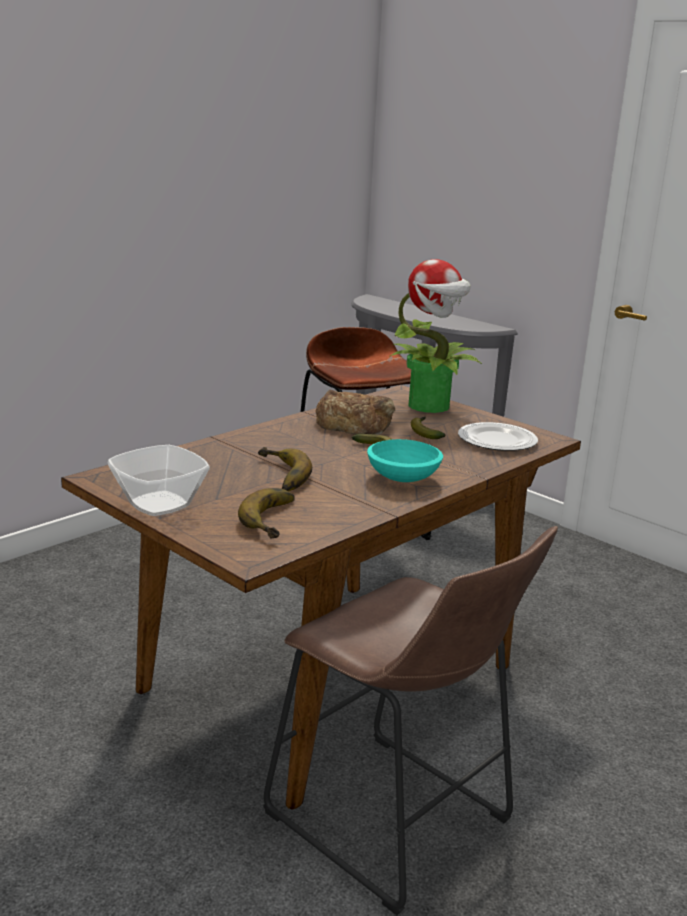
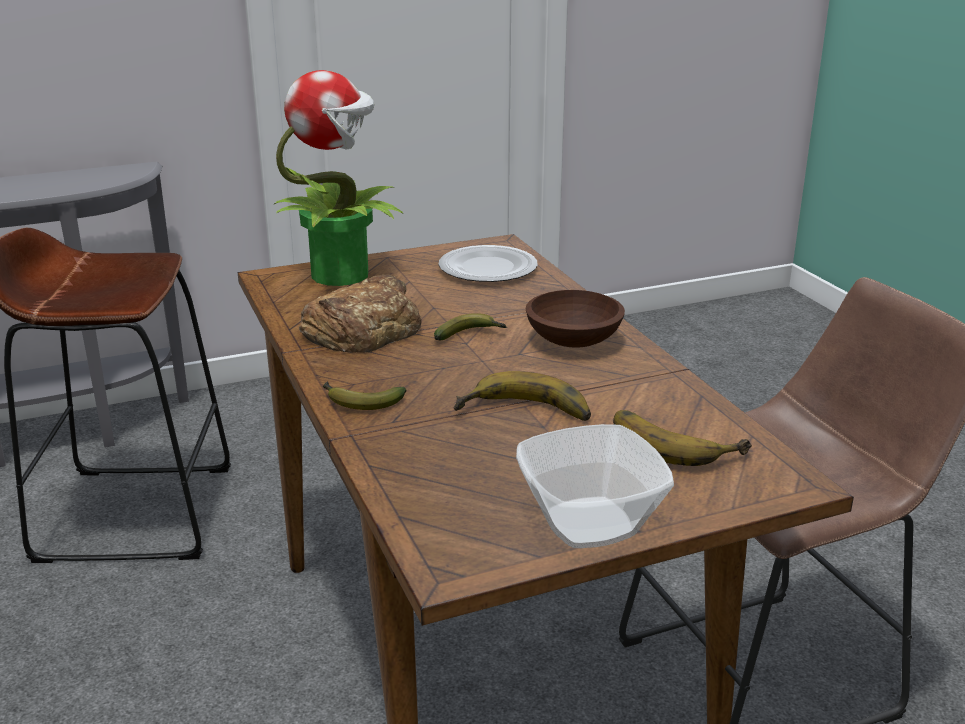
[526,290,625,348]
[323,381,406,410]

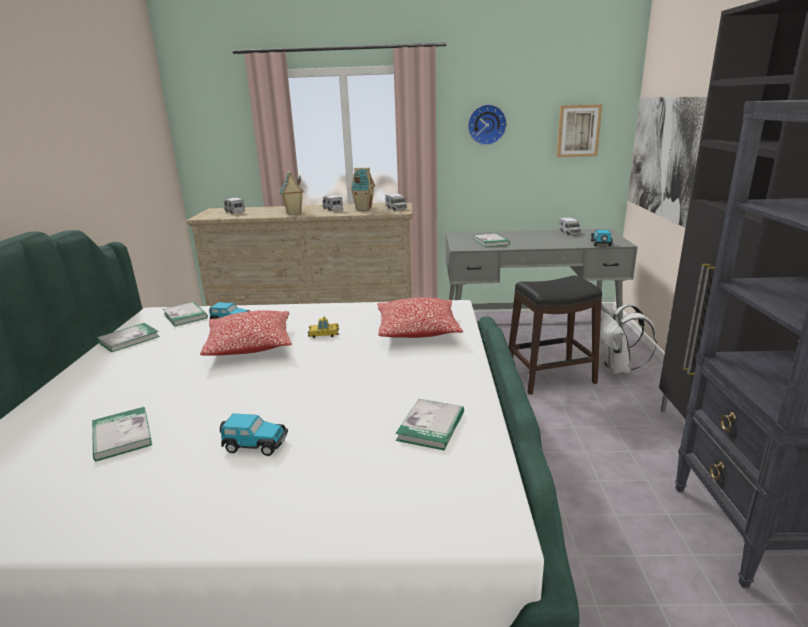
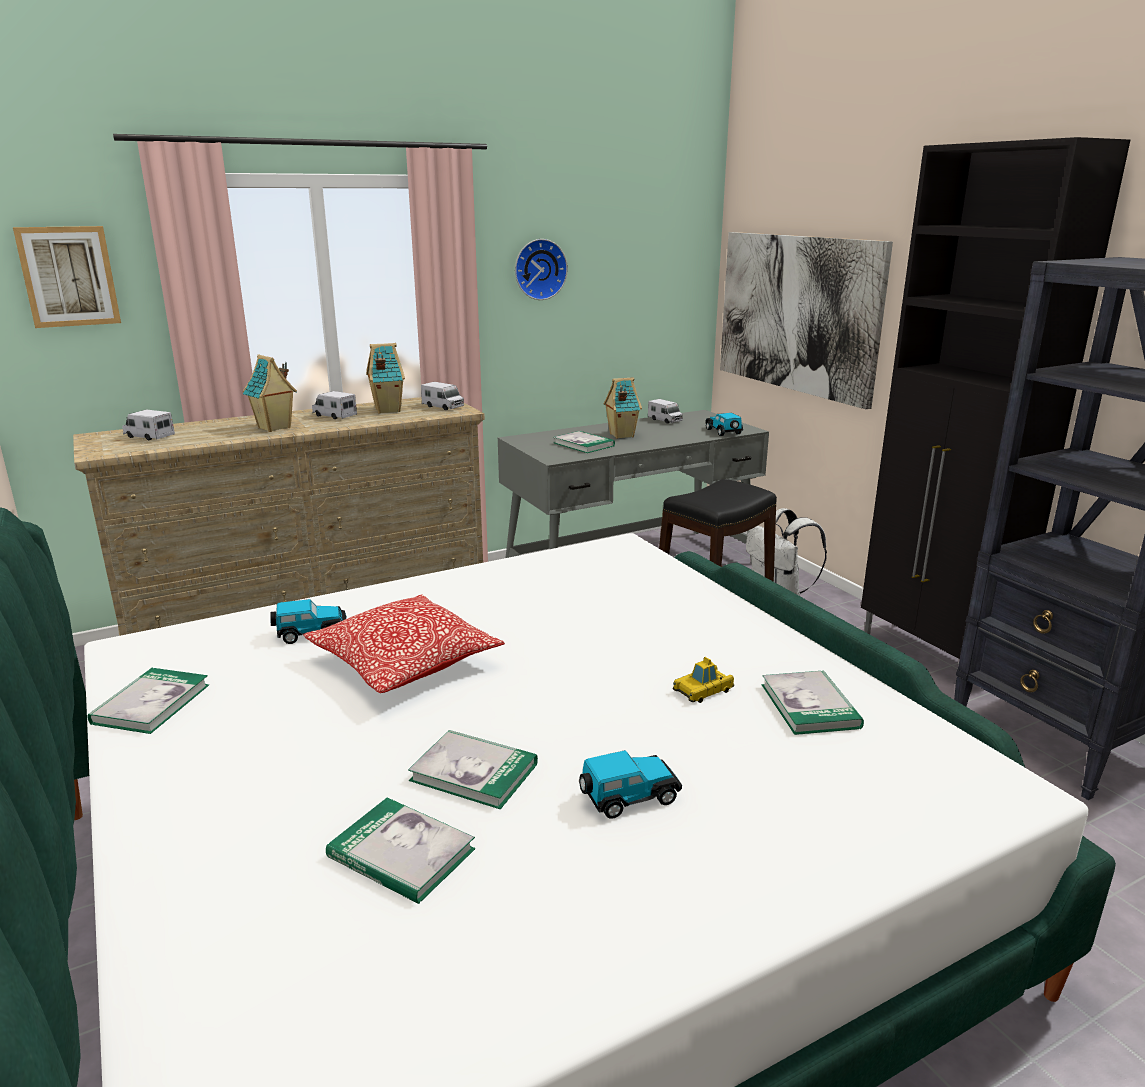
[408,730,538,809]
[673,657,734,703]
[377,297,463,338] (first image)
[13,226,121,328]
[604,377,642,439]

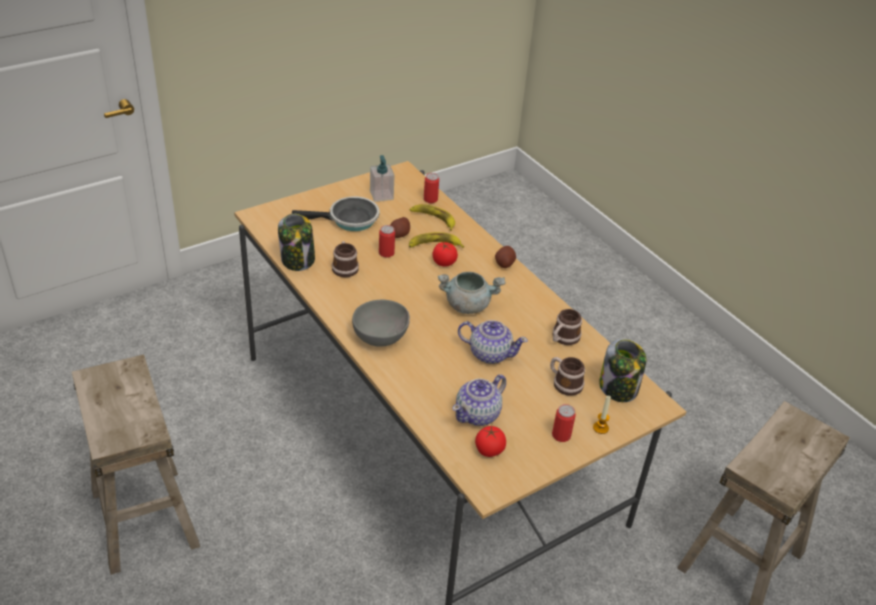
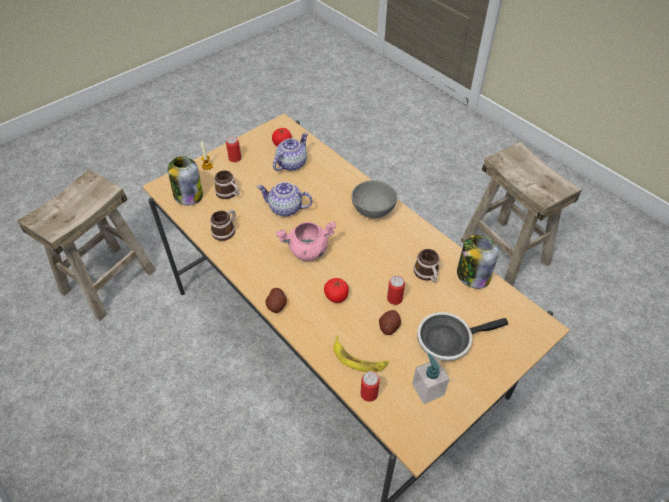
[409,232,464,248] (first image)
[276,221,336,261]

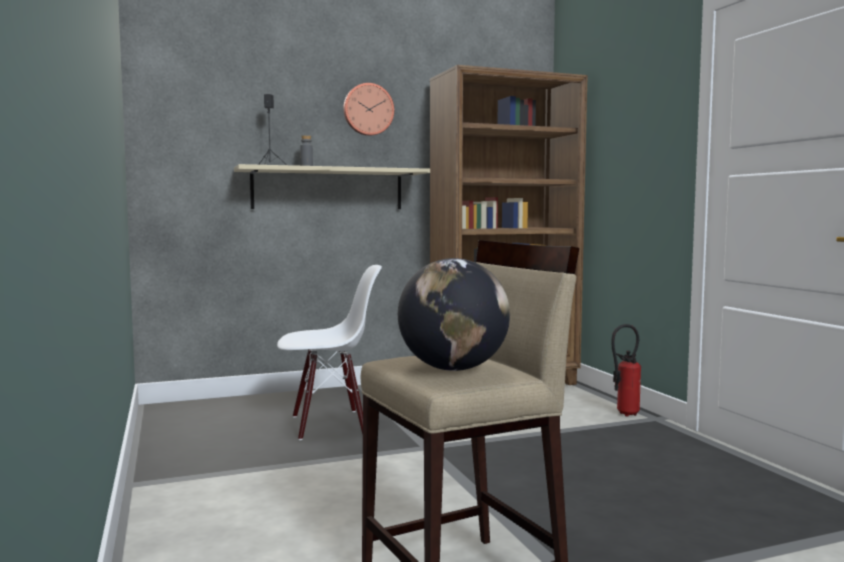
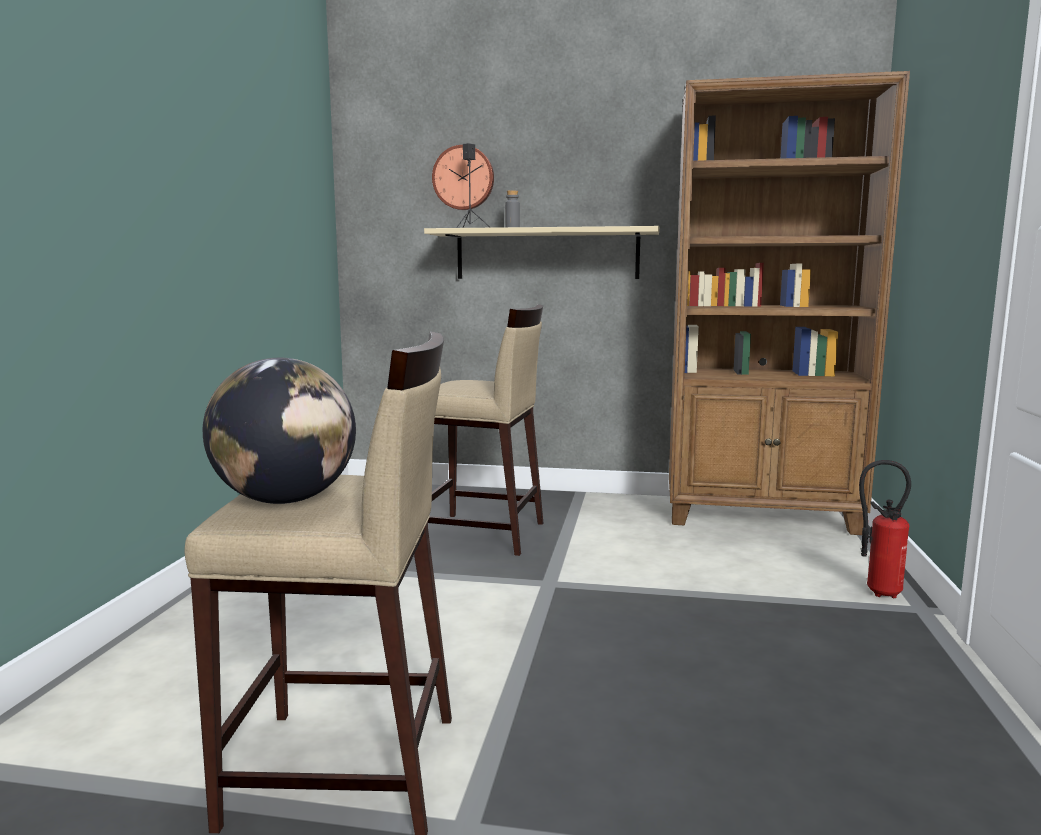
[428,304,543,556]
[432,145,494,210]

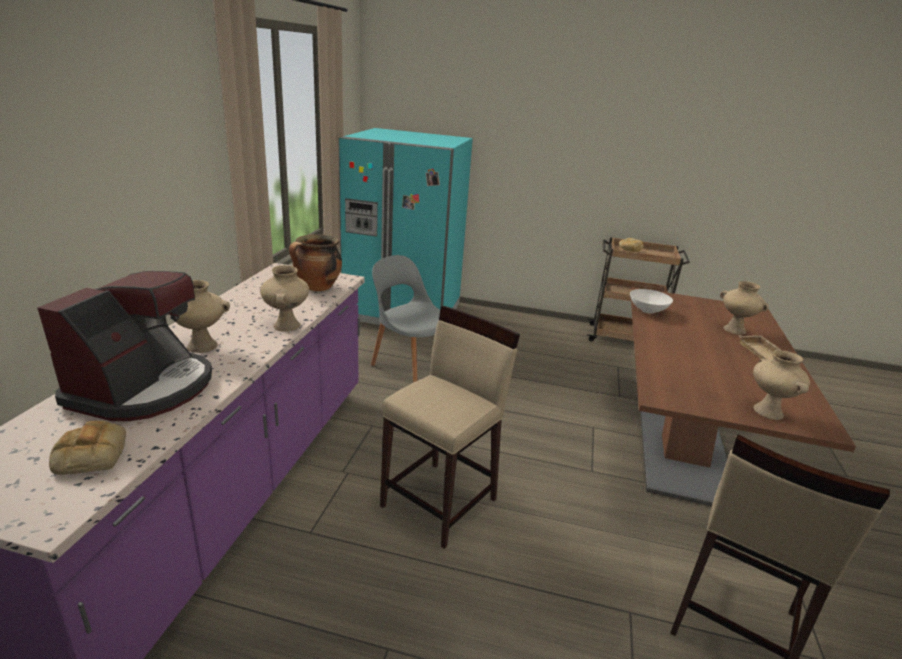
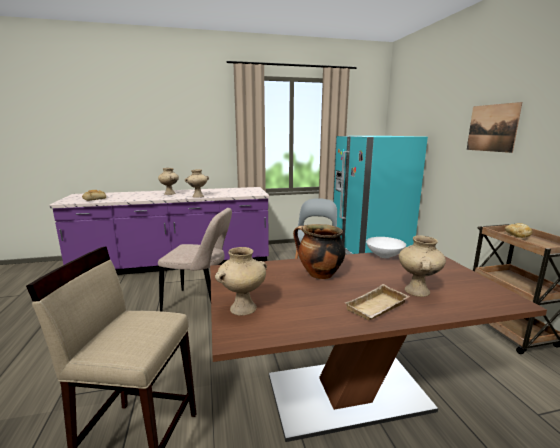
[38,271,212,421] (first image)
[293,224,345,279]
[158,208,232,311]
[467,102,522,153]

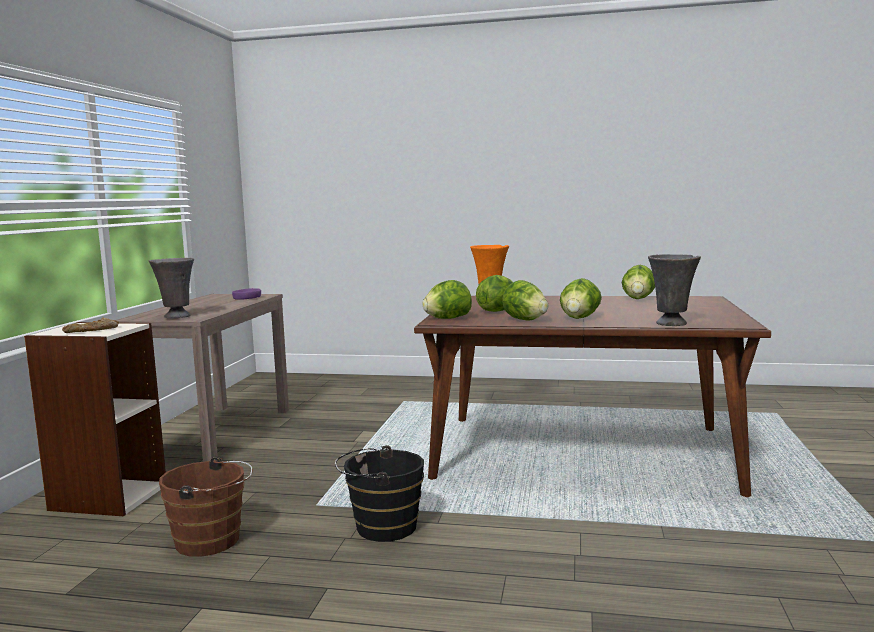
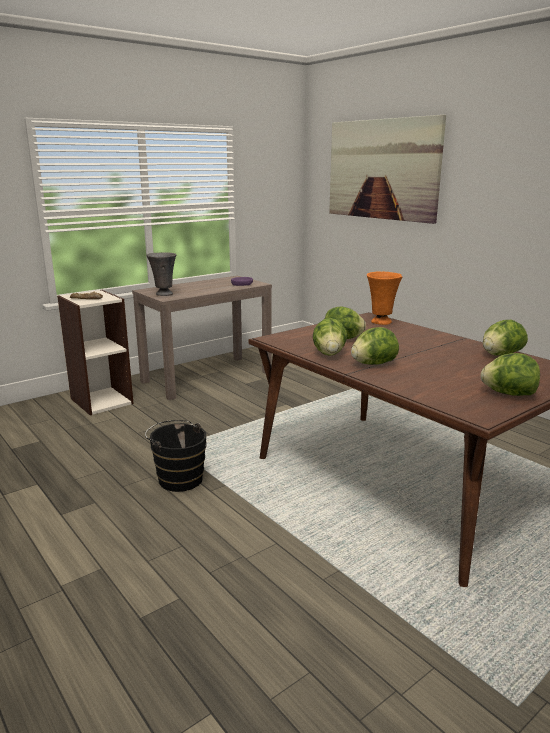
[159,457,253,557] (first image)
[481,353,540,396]
[648,254,701,326] (first image)
[329,115,446,224]

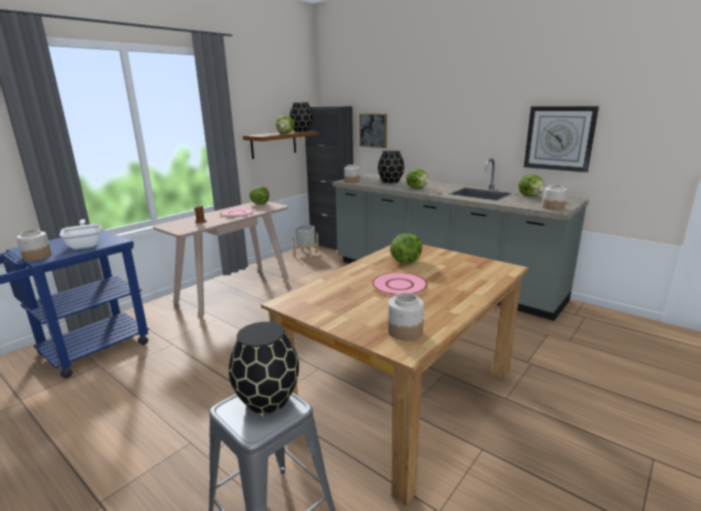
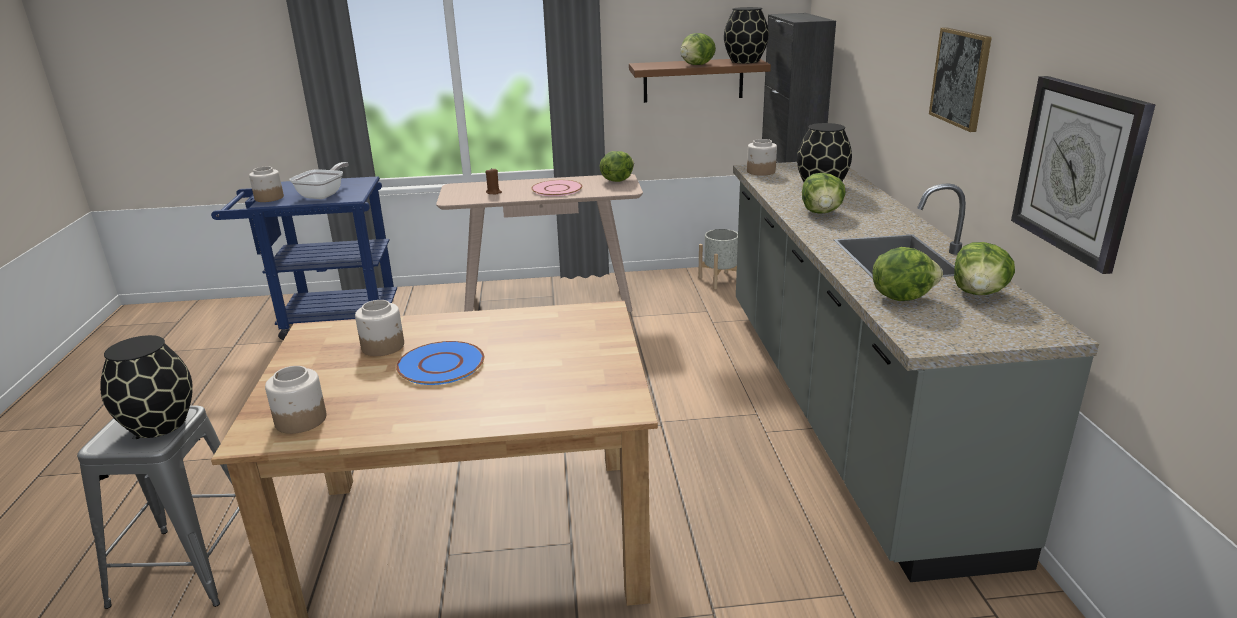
[929,27,992,132]
[396,341,484,385]
[872,247,943,301]
[355,300,404,356]

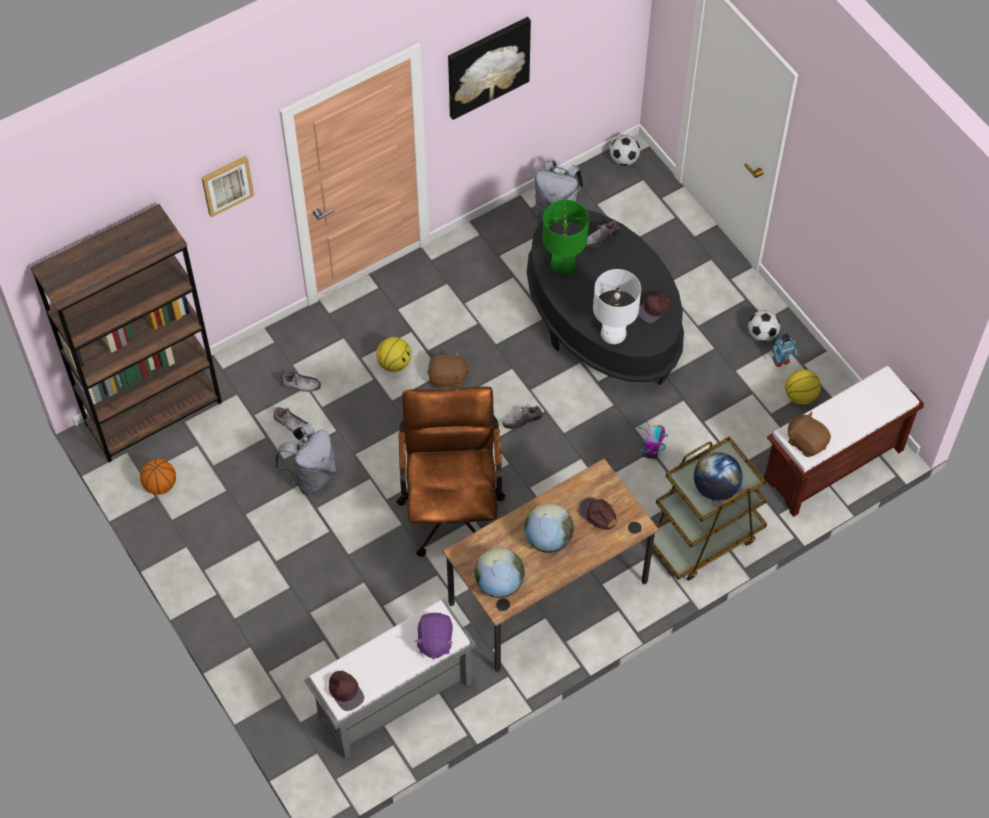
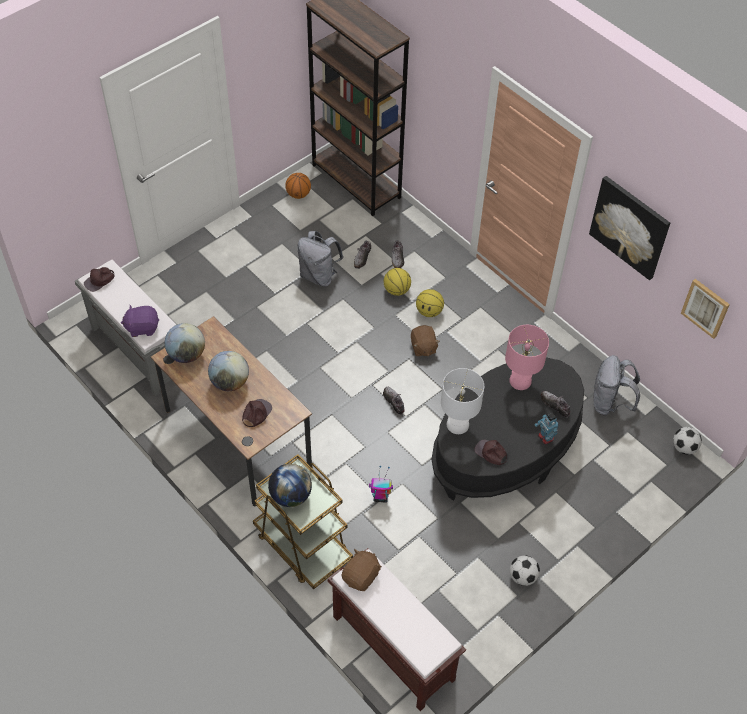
[681,279,730,339]
[396,387,506,557] (first image)
[505,325,549,390]
[535,413,558,444]
[384,268,411,296]

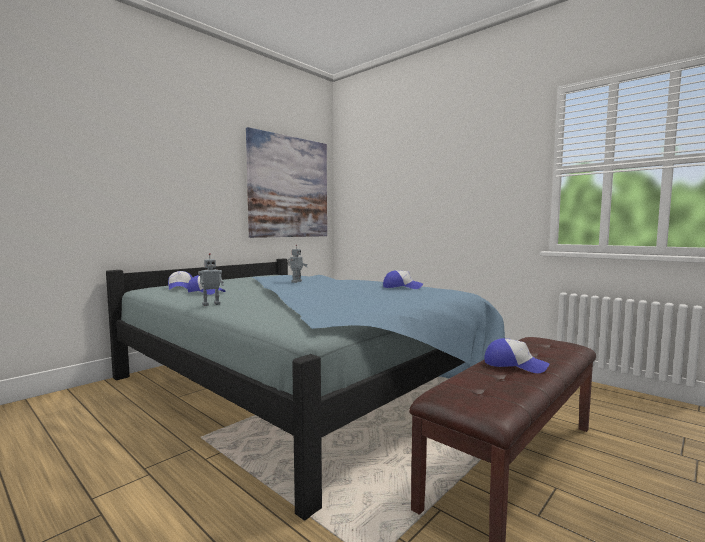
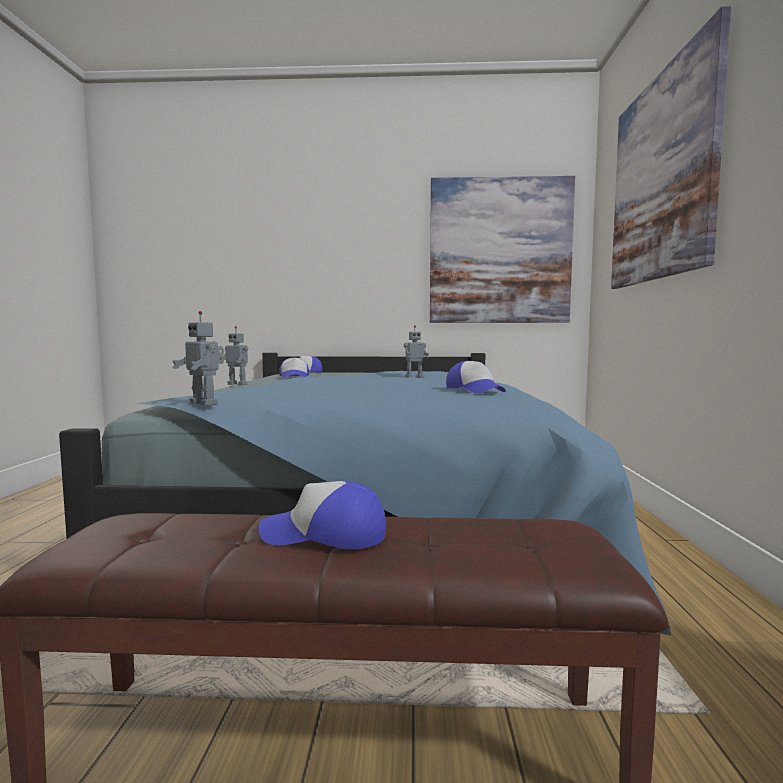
[259,481,386,549]
[173,311,225,406]
[611,6,731,289]

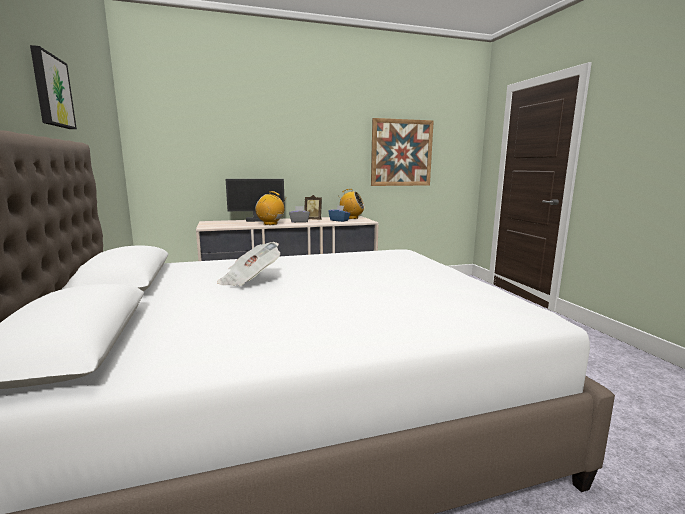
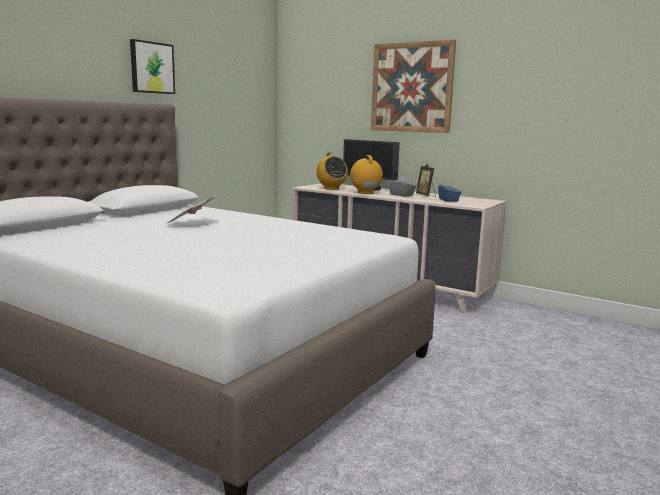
[316,152,348,190]
[371,40,456,133]

